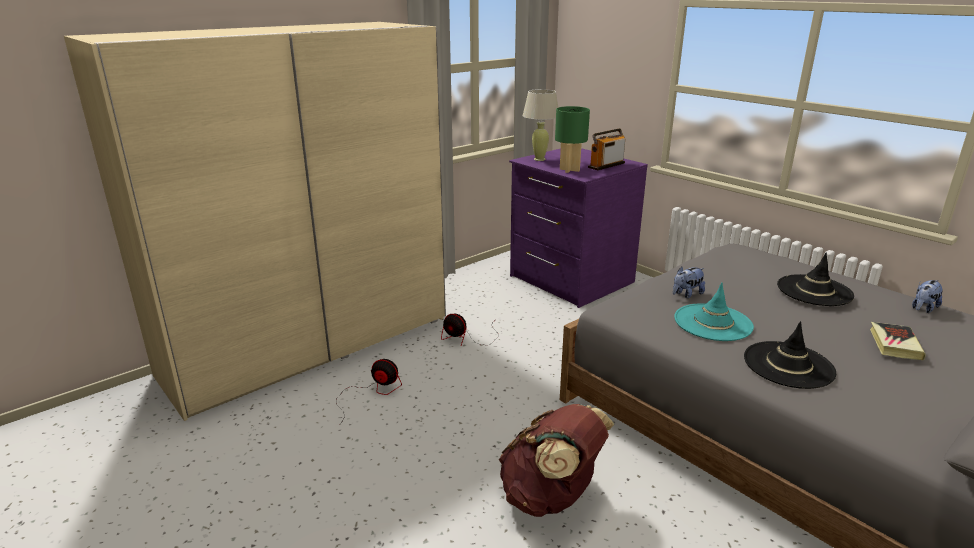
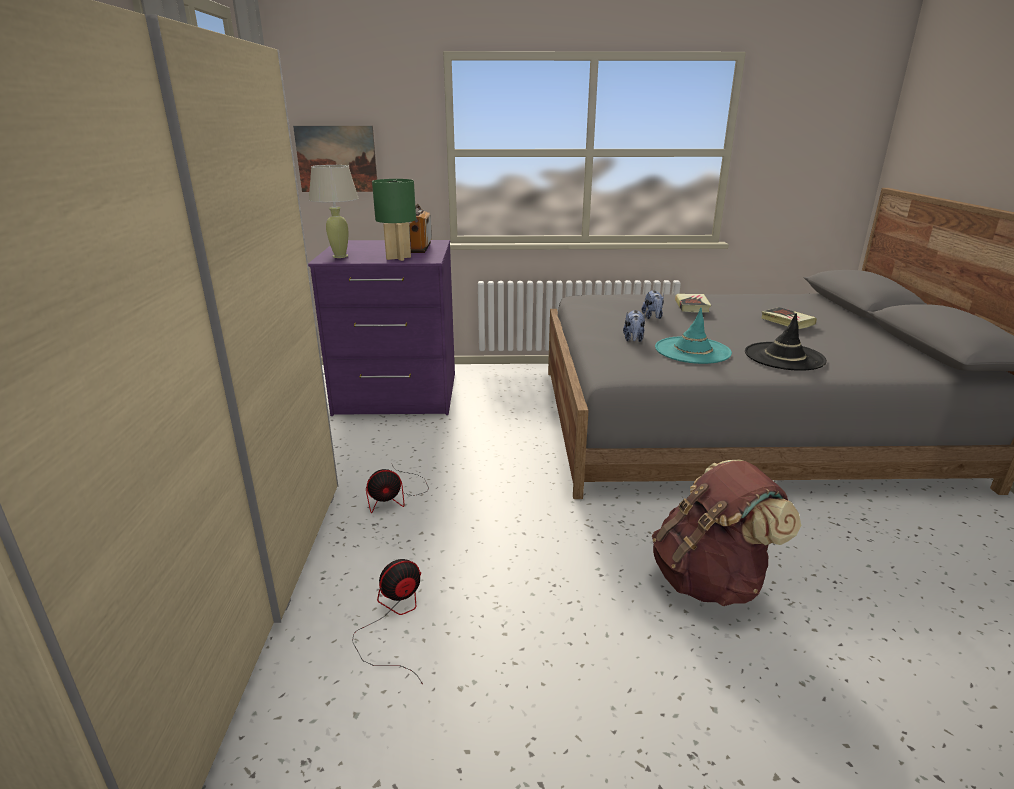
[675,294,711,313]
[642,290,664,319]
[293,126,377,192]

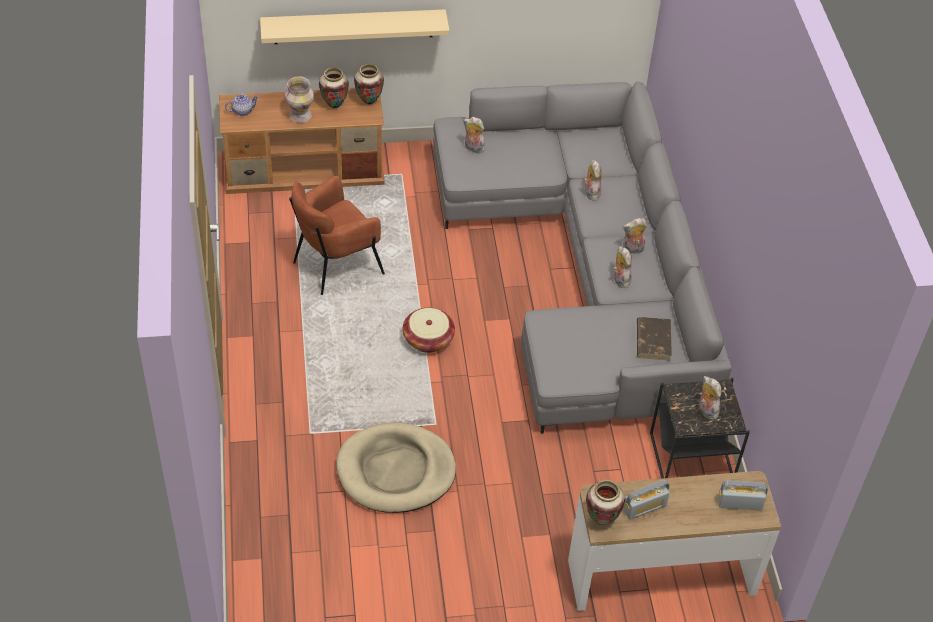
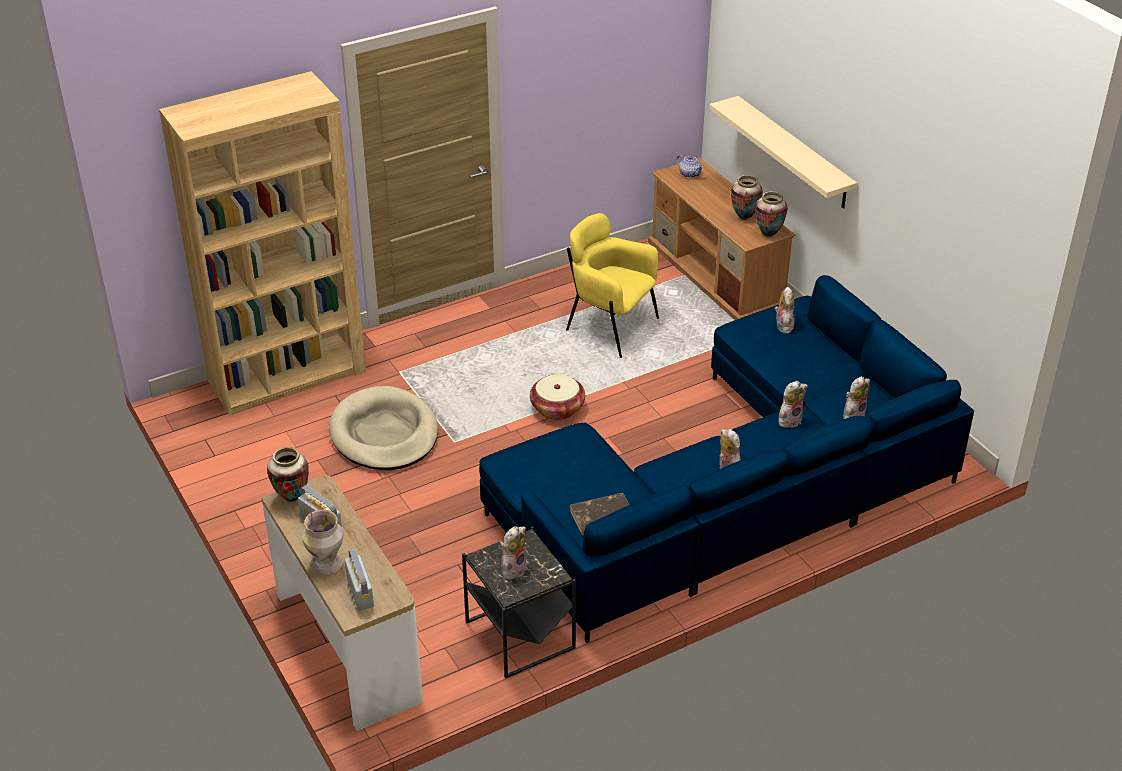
[302,510,344,575]
[566,213,659,358]
[479,275,974,643]
[843,376,870,419]
[159,71,366,415]

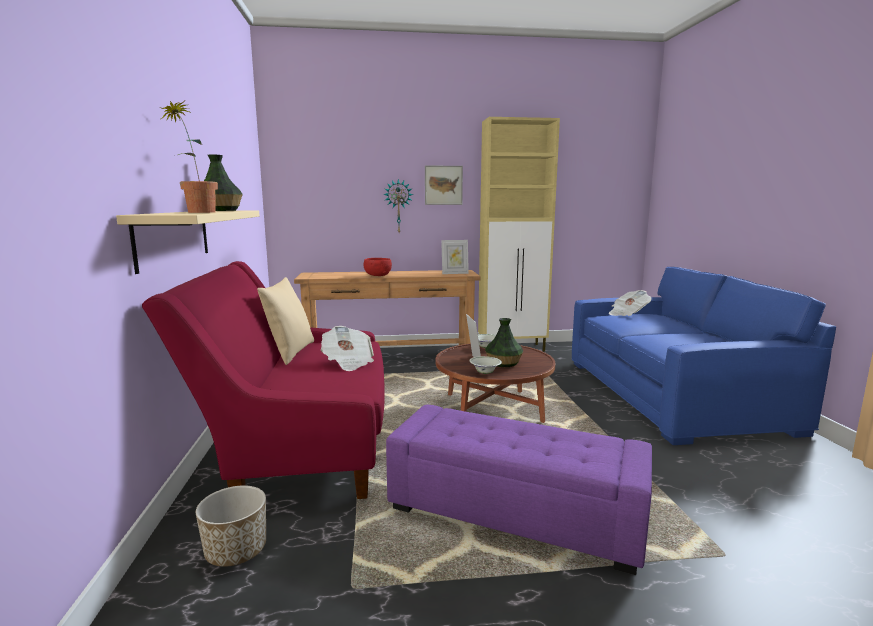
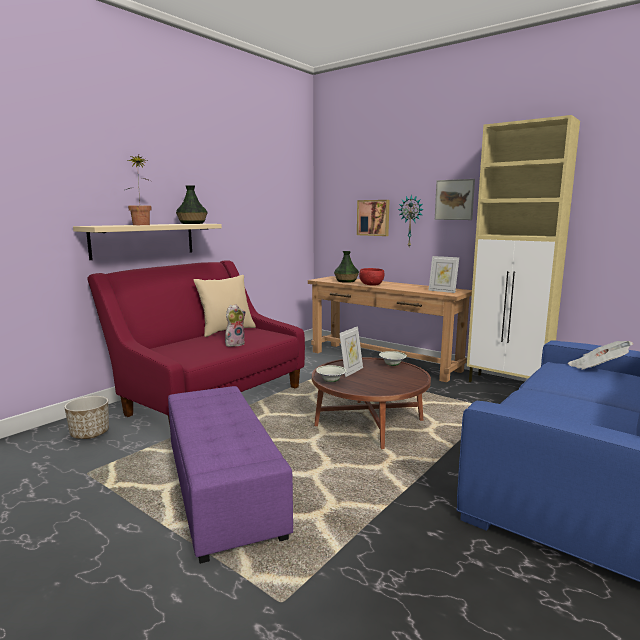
[225,304,246,347]
[334,251,359,283]
[357,200,390,236]

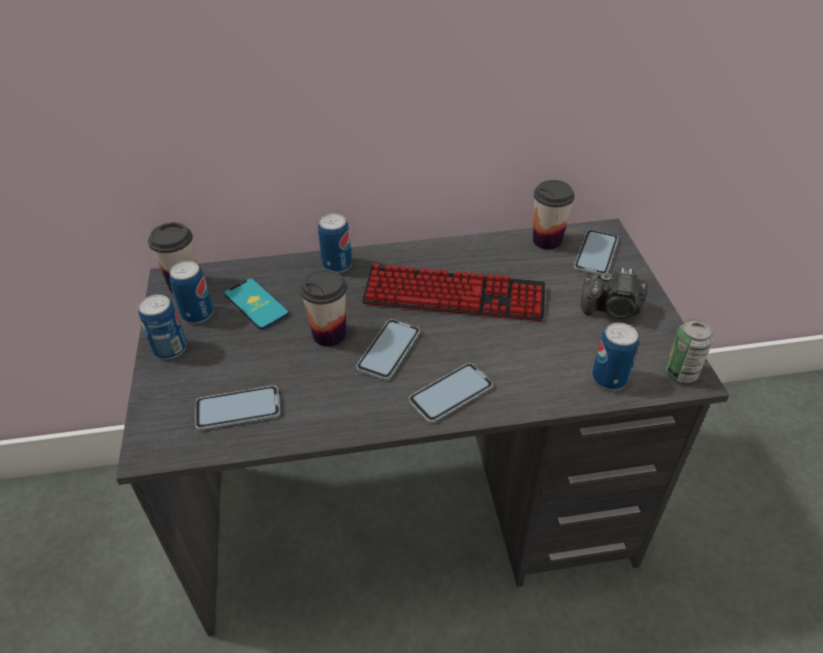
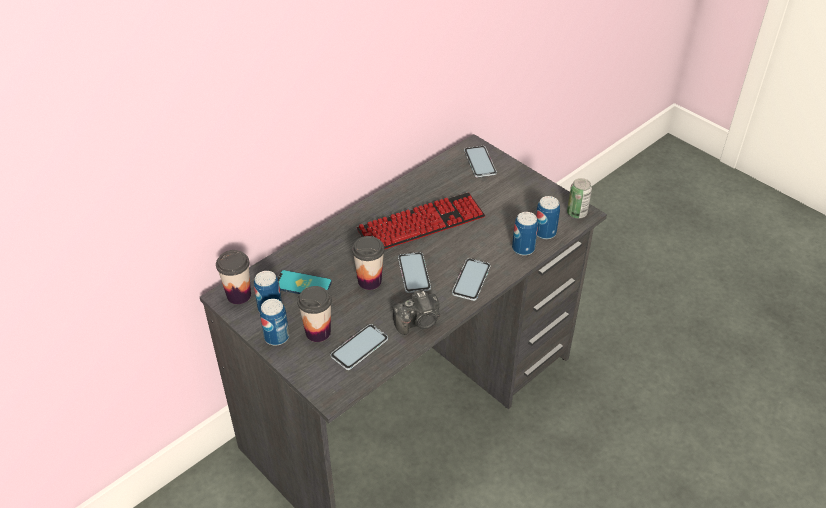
[512,212,538,256]
[297,286,332,342]
[393,290,440,335]

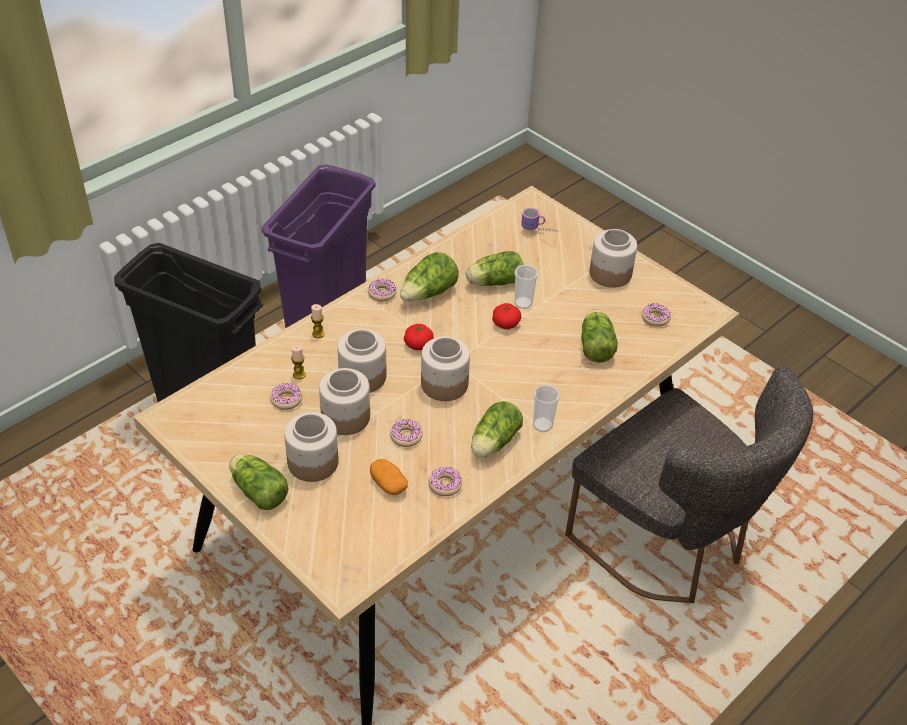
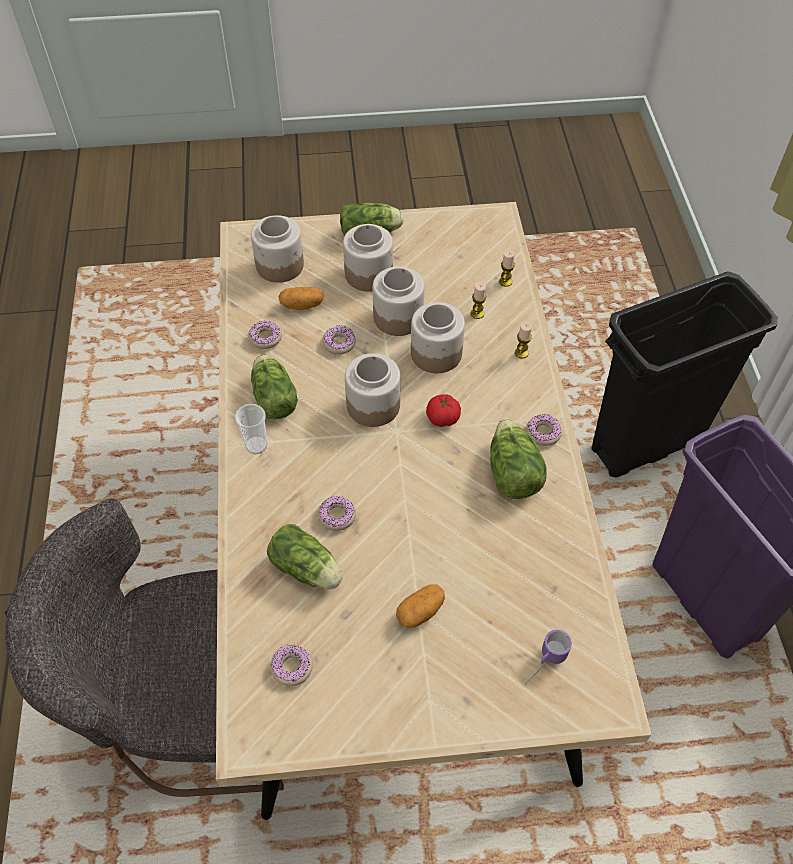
[318,496,356,531]
[466,251,524,286] (first image)
[492,303,521,329] (first image)
[515,264,538,309] (first image)
[251,215,304,283]
[396,584,445,628]
[499,250,515,287]

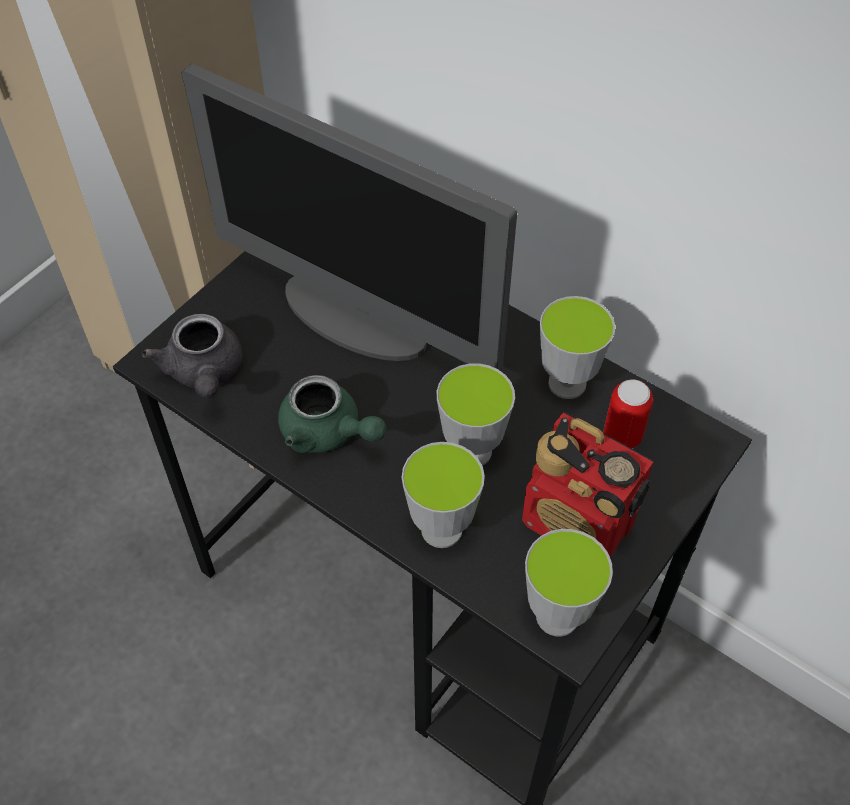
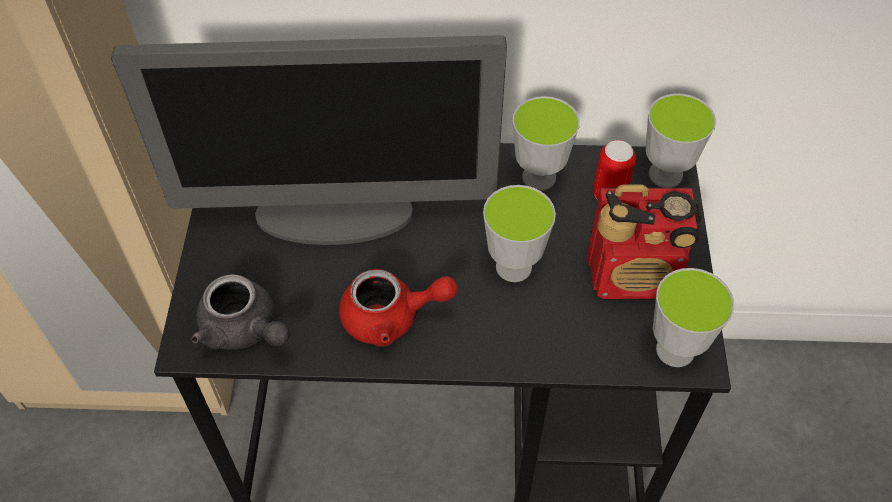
[339,269,458,347]
[646,93,716,188]

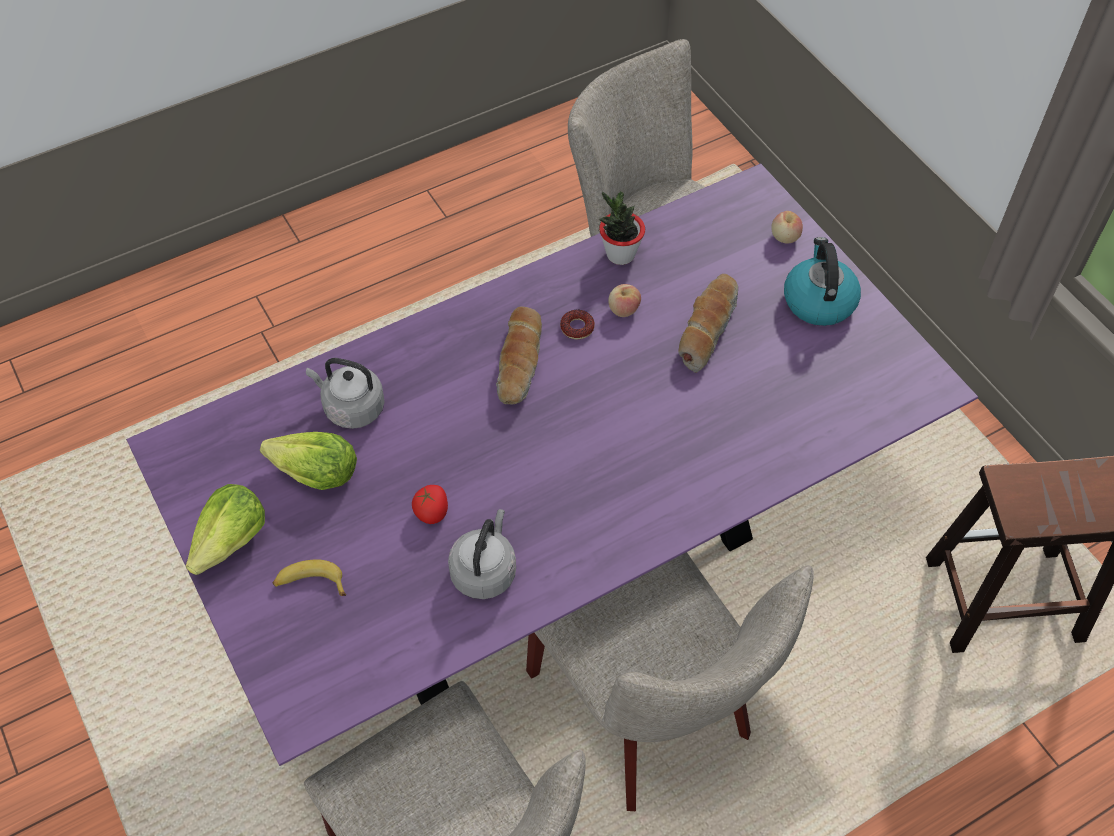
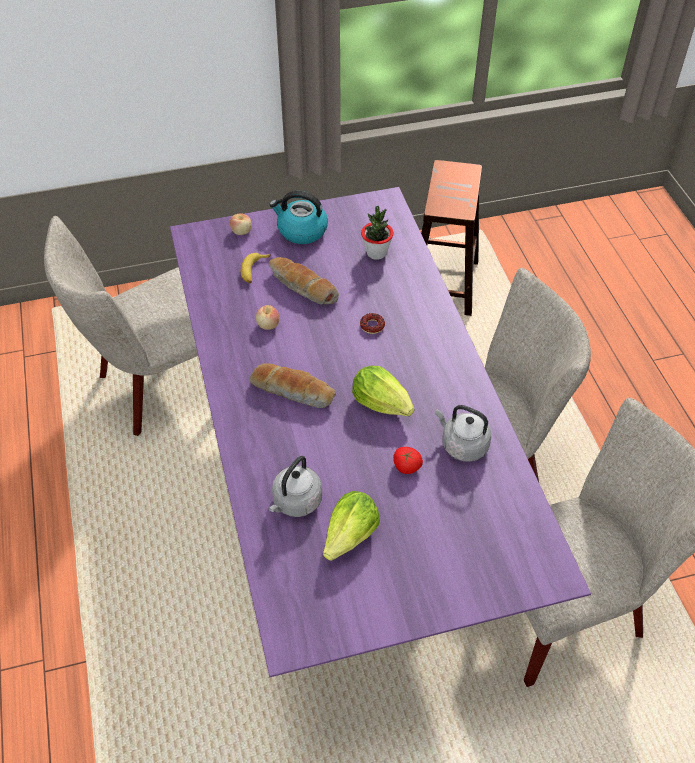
[352,365,414,416]
[241,253,270,283]
[360,313,385,334]
[361,206,394,260]

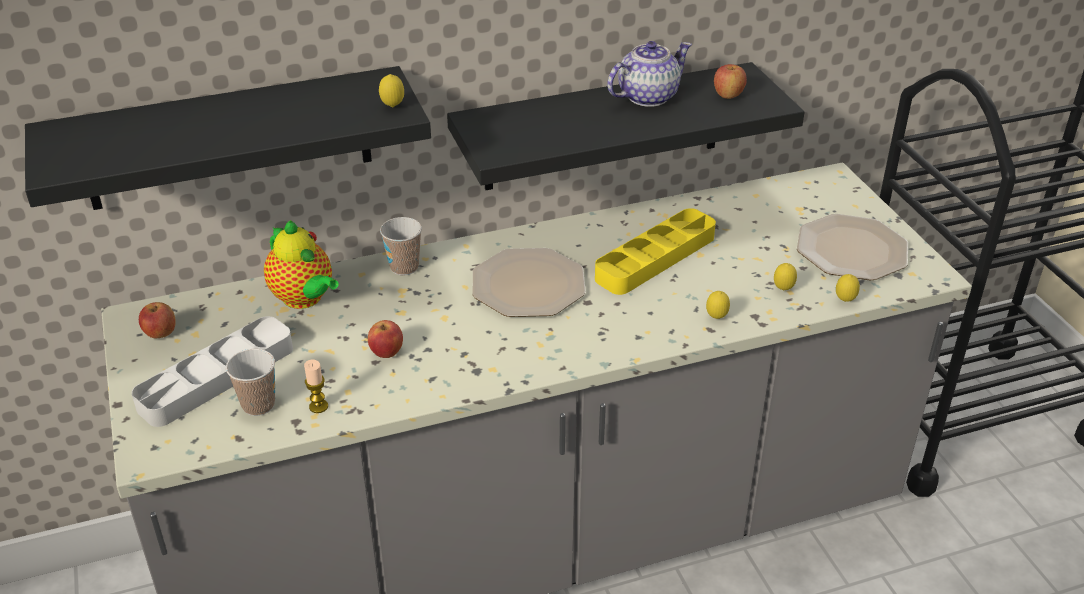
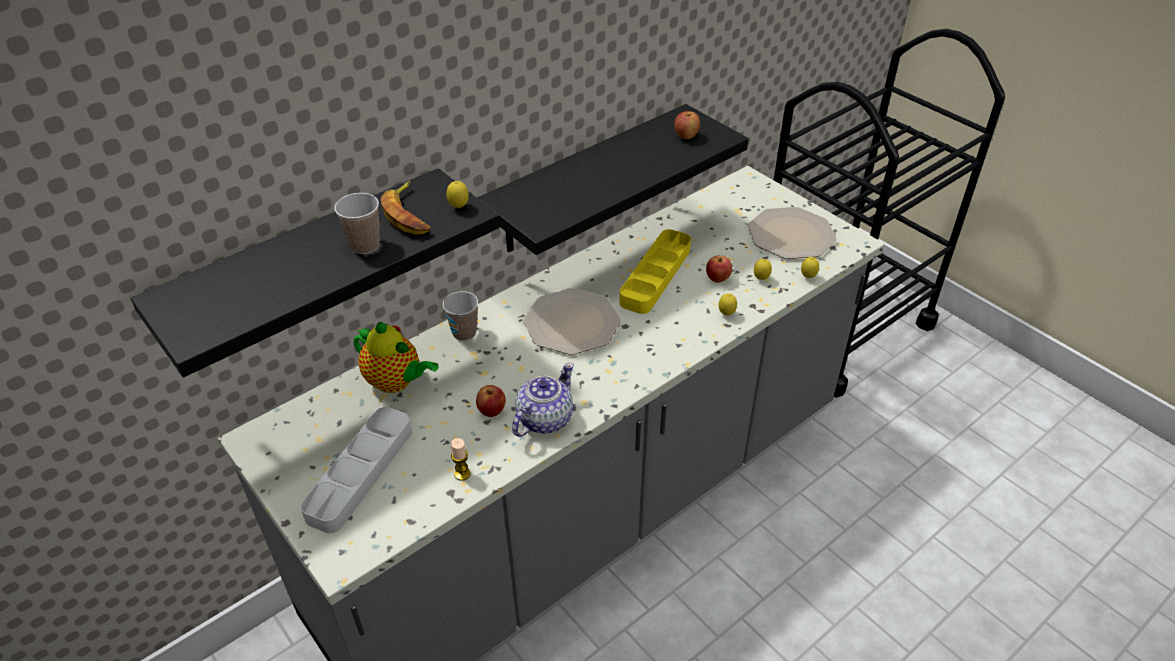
[706,255,732,283]
[334,193,380,254]
[512,363,574,437]
[380,181,430,235]

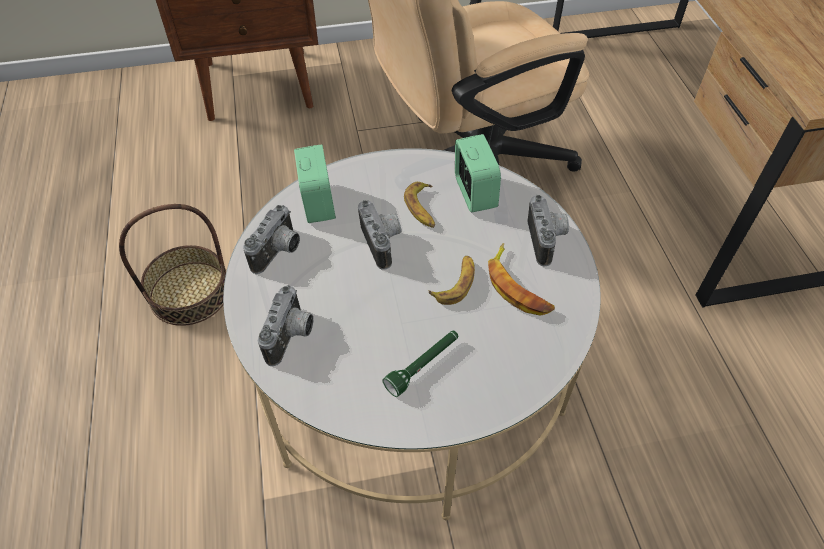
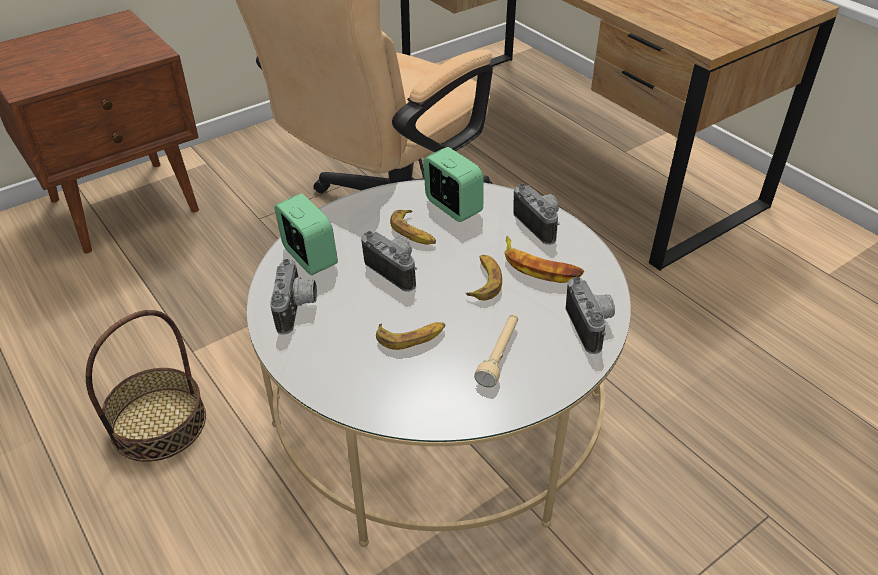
[566,277,615,354]
[474,314,518,388]
[376,322,446,350]

